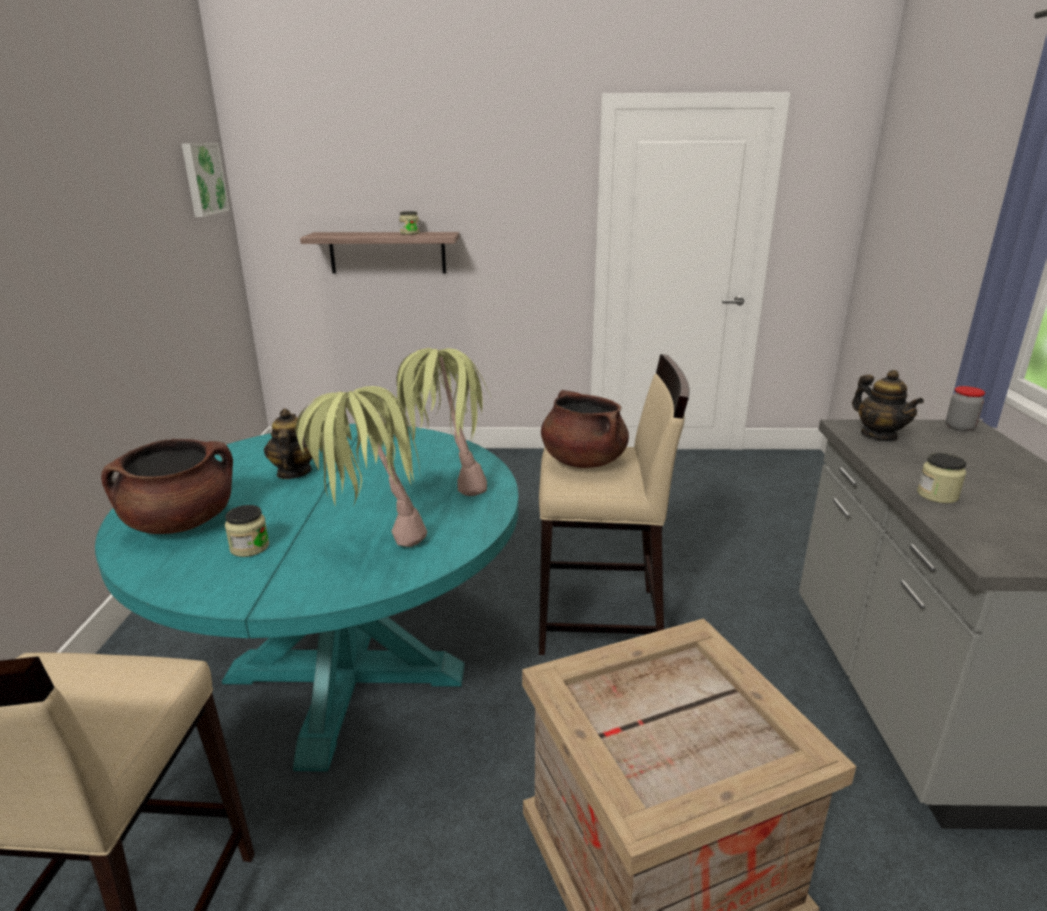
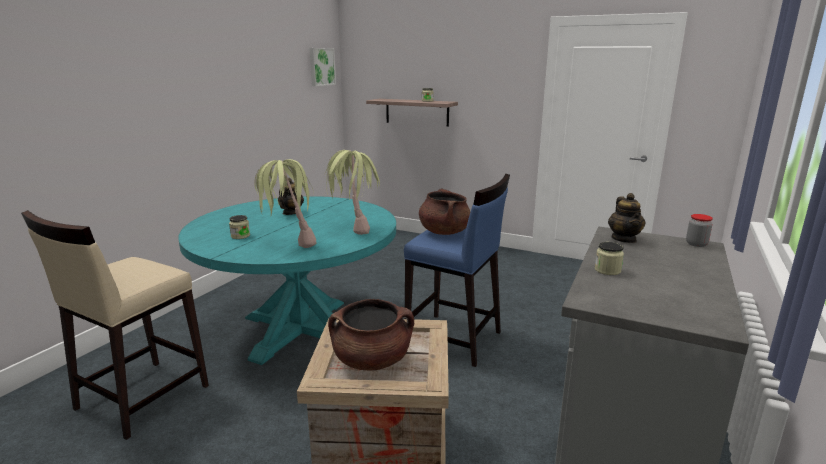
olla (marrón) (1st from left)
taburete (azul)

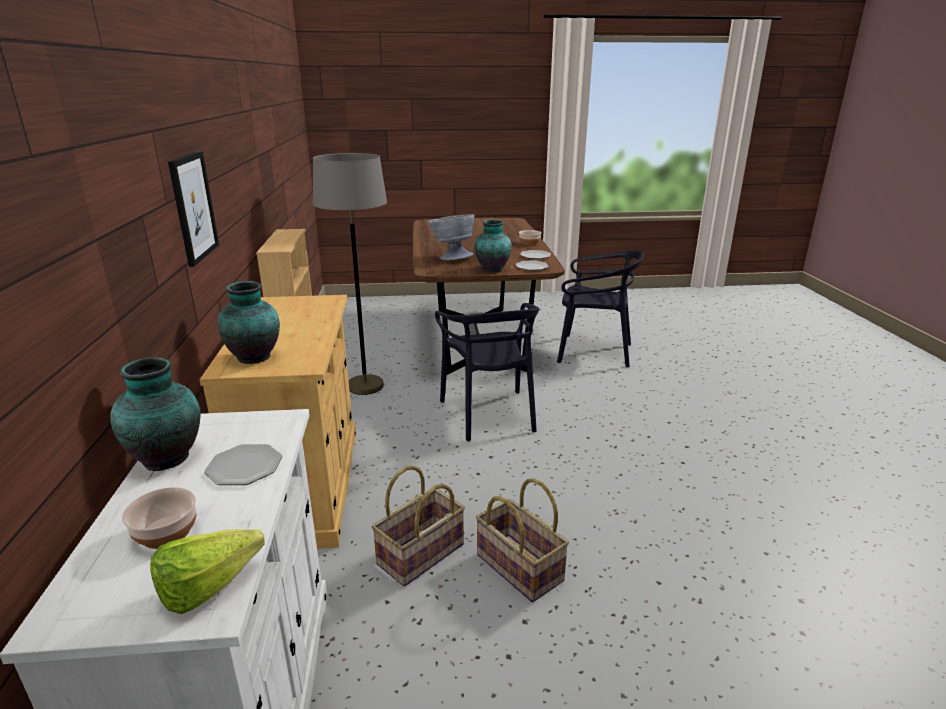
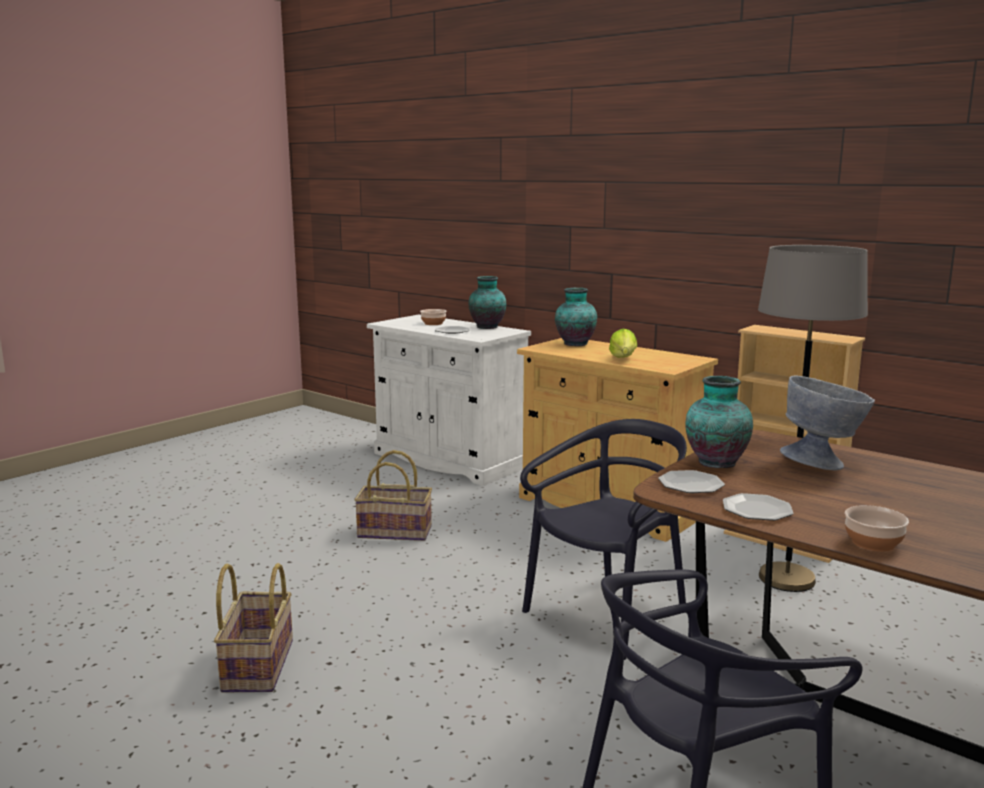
lechuga
cuadro
cesta (1st from left)
silla (negro) (1st from left)

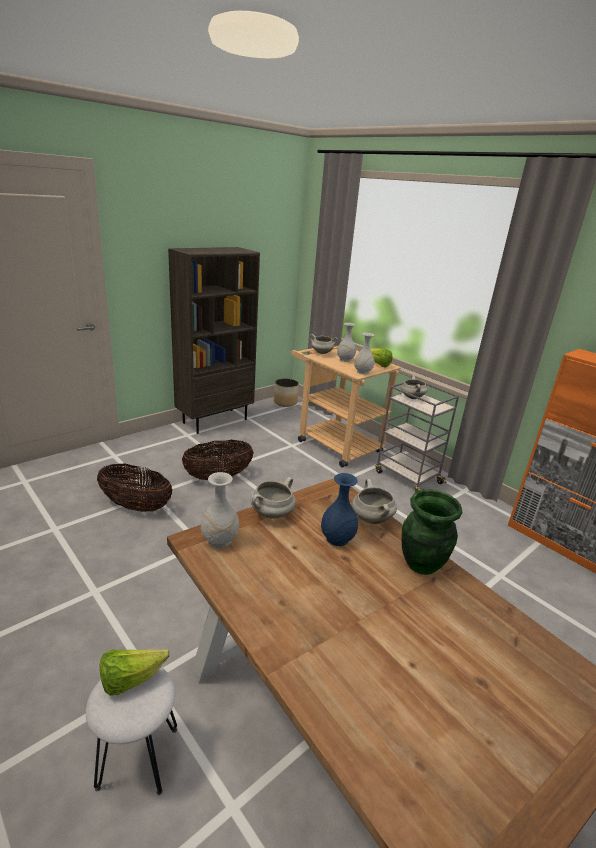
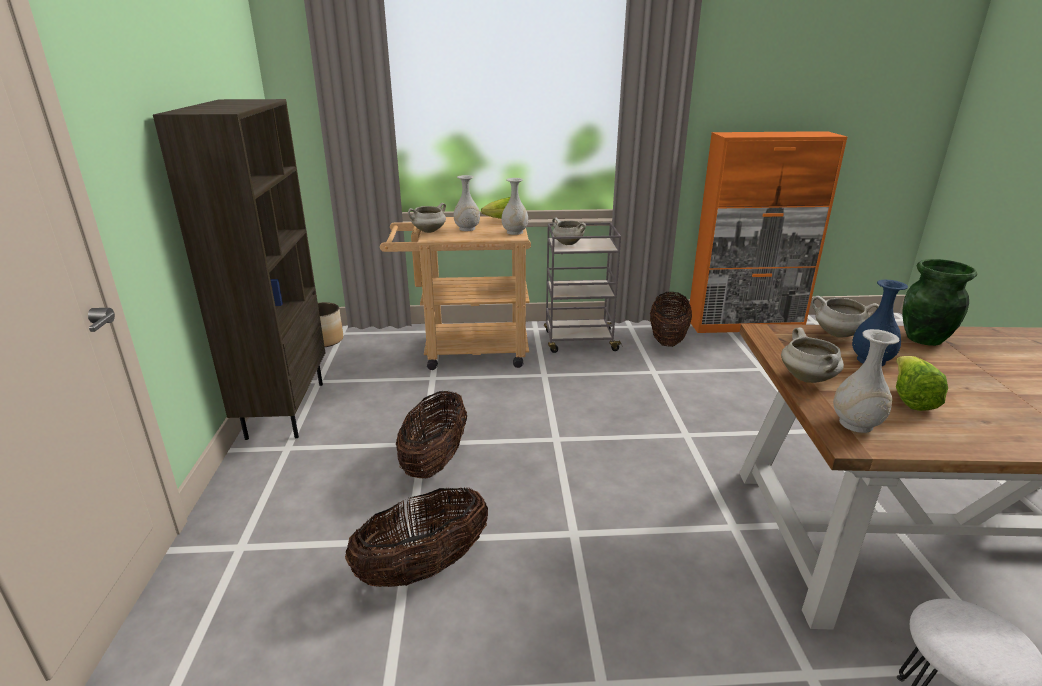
lechuga (2nd from left)
cesta (3rd from left)

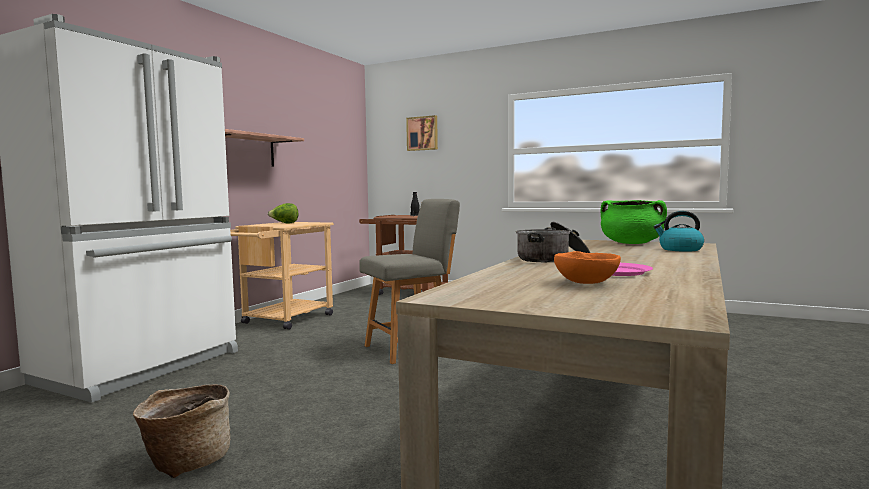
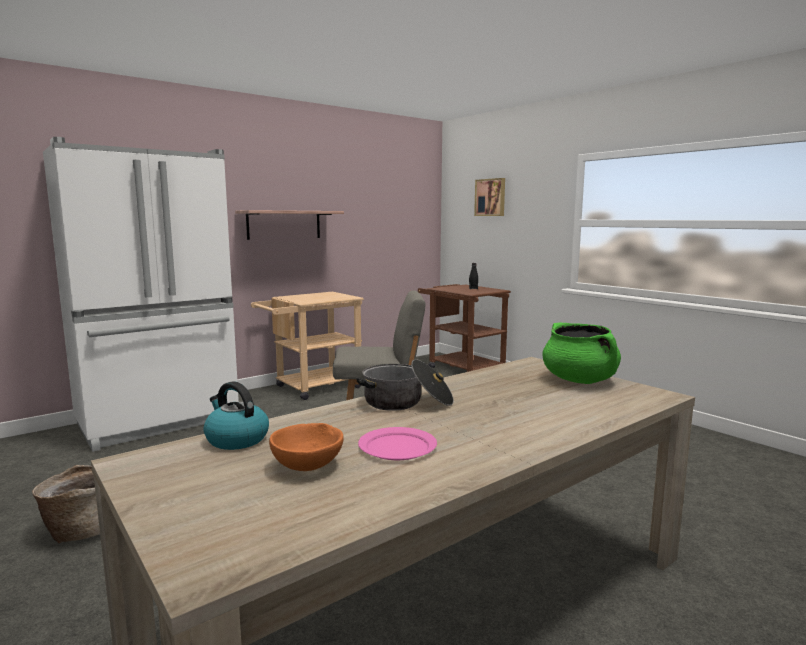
lechuga
hervidor

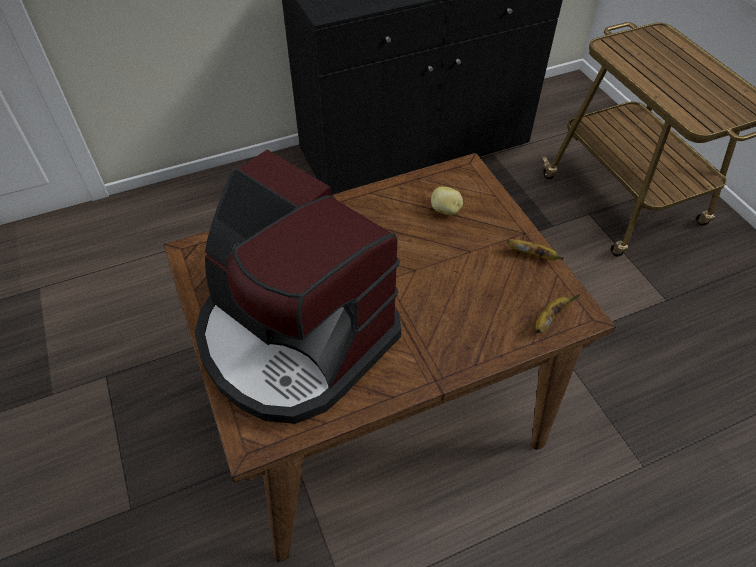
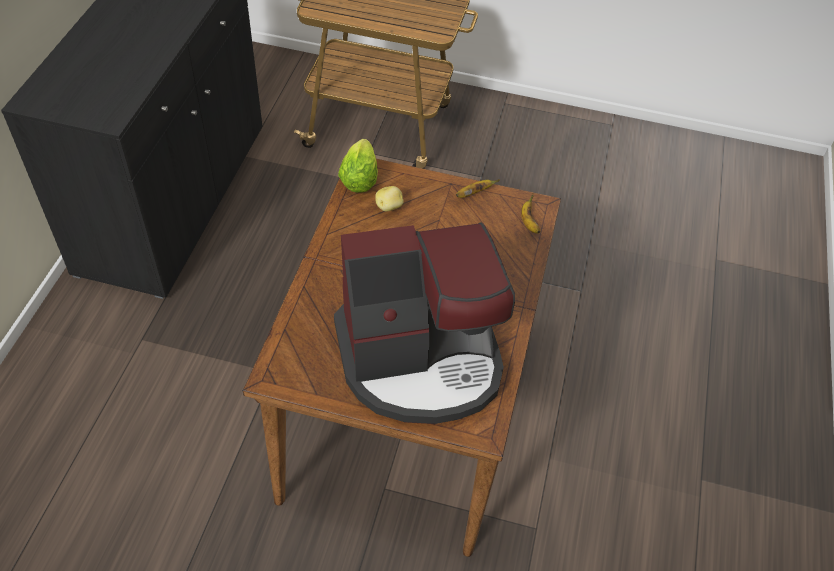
lechuga

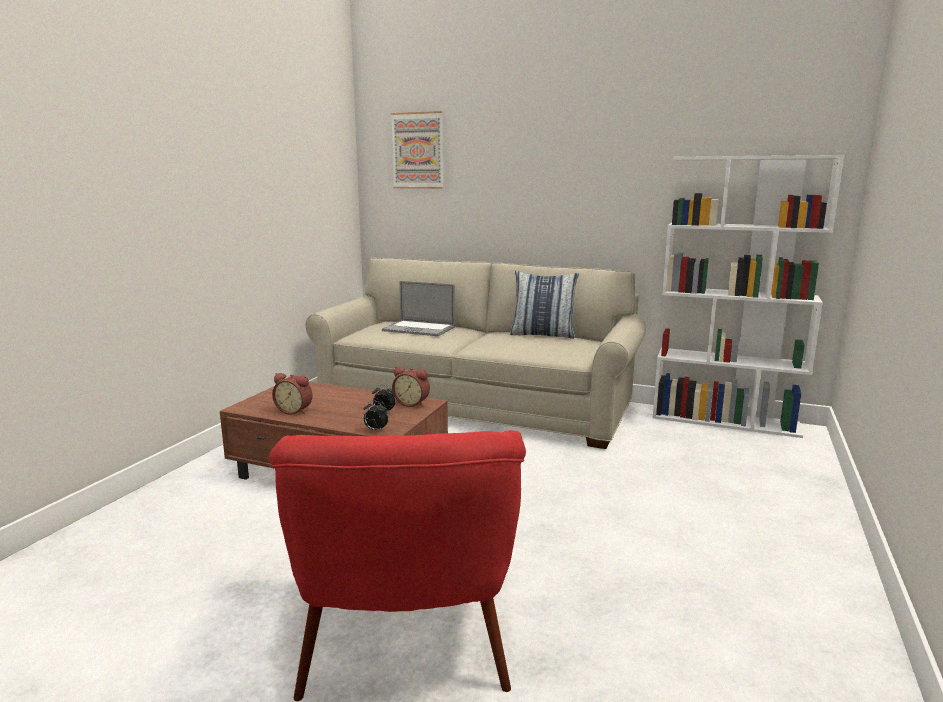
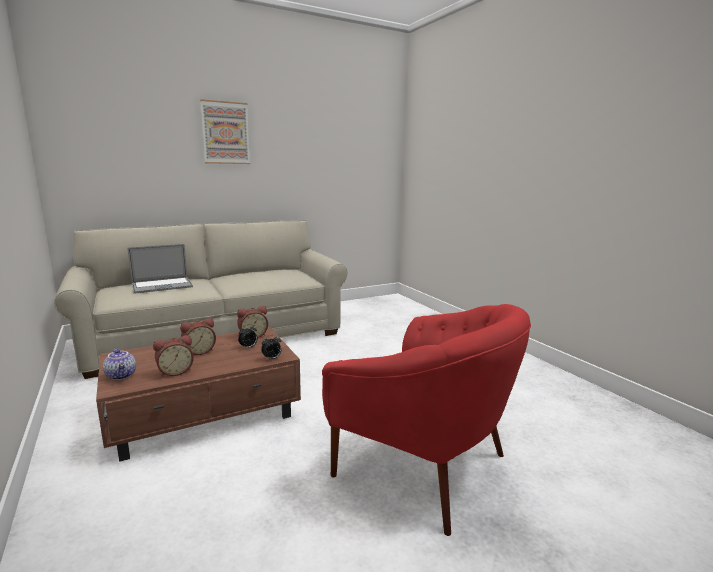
cuadro
cojín
estantería (blanco)
tetera
despertador (2nd from left)

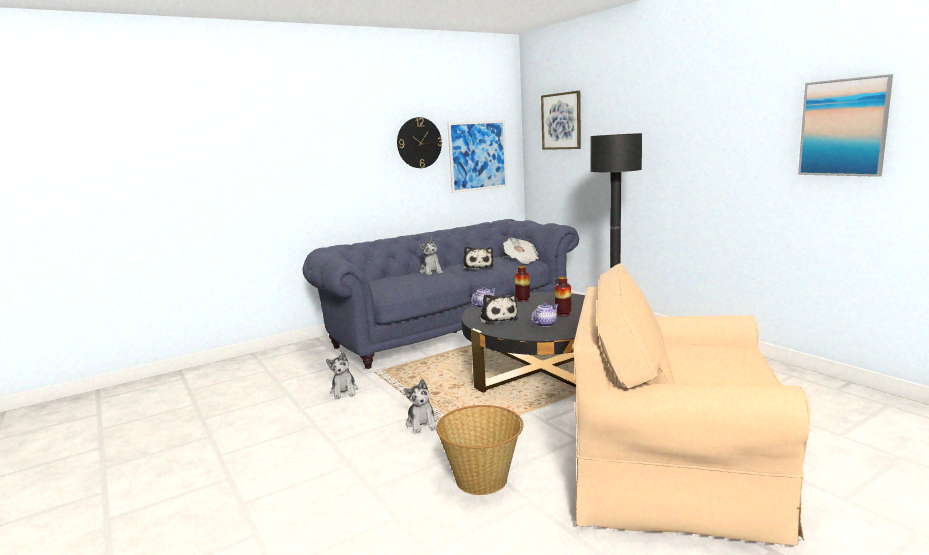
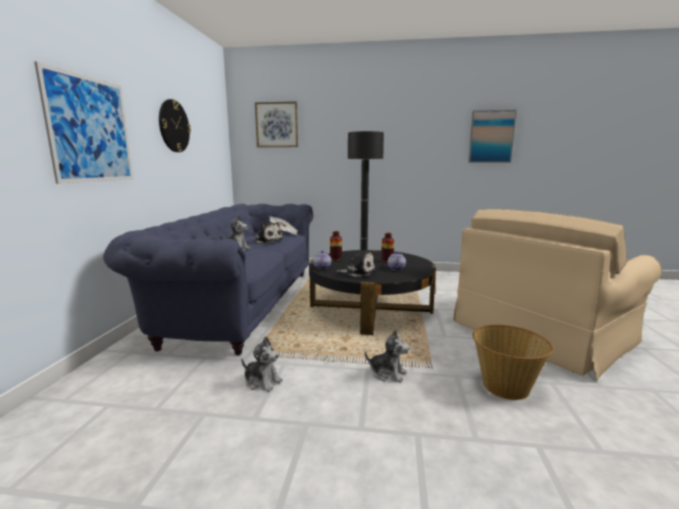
cuadro (1st from left)

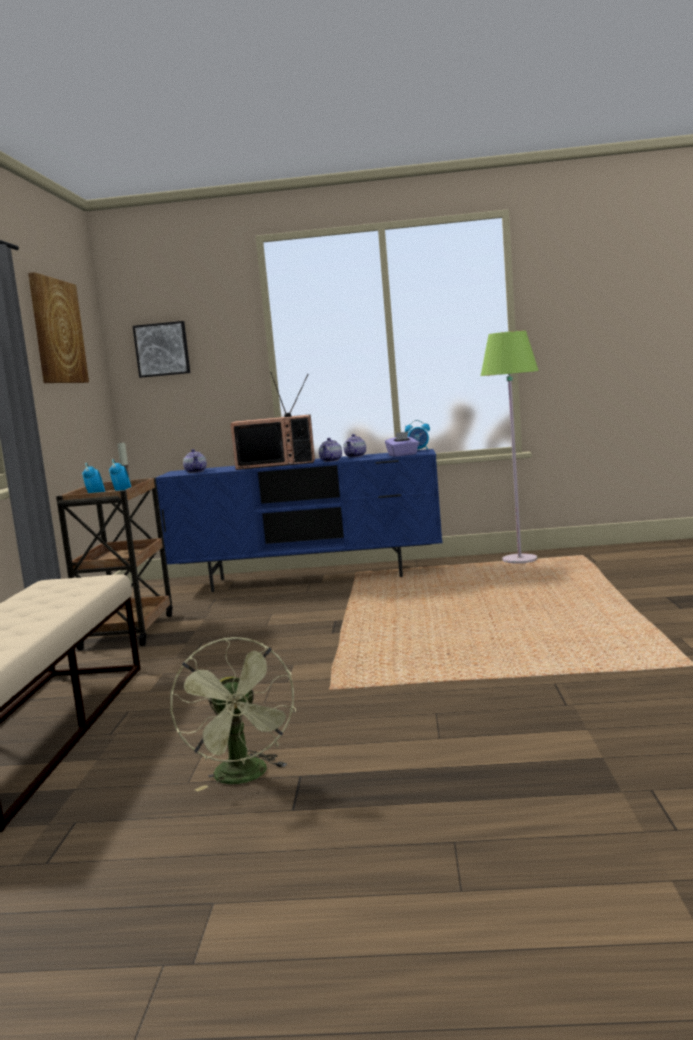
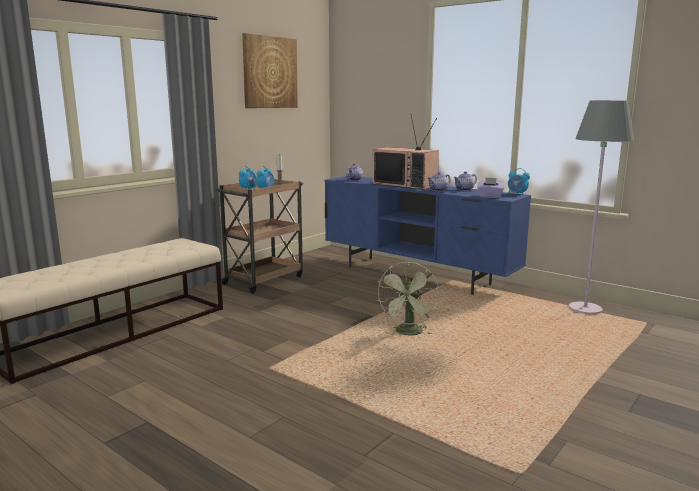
cuadro (2nd from left in the first image)
ventilador (verde)
lámpara de pie (gris)

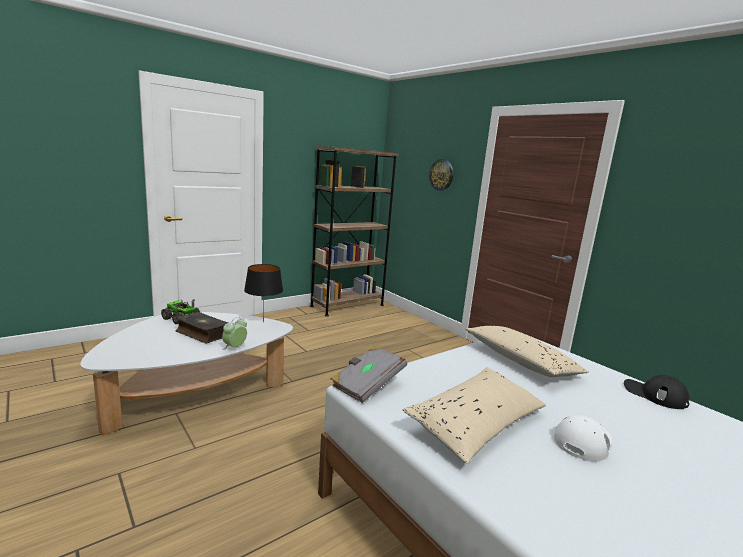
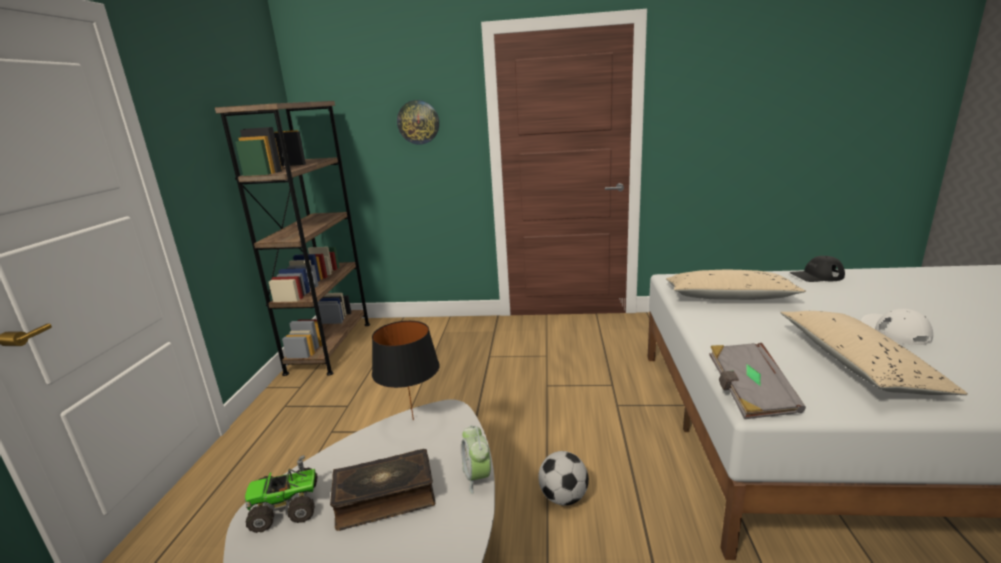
balón de fútbol

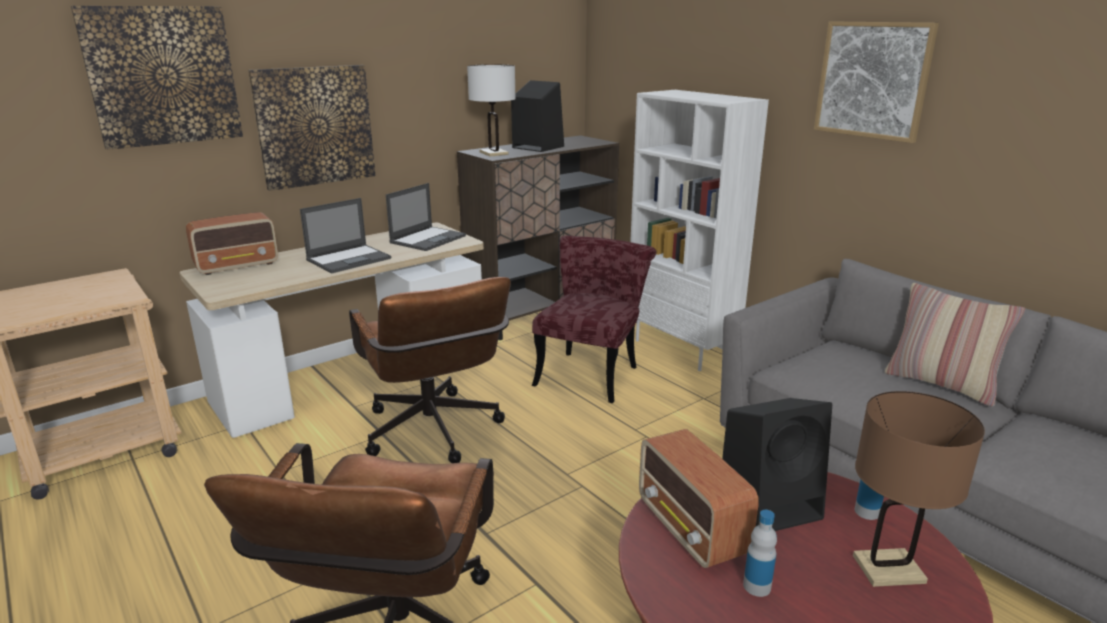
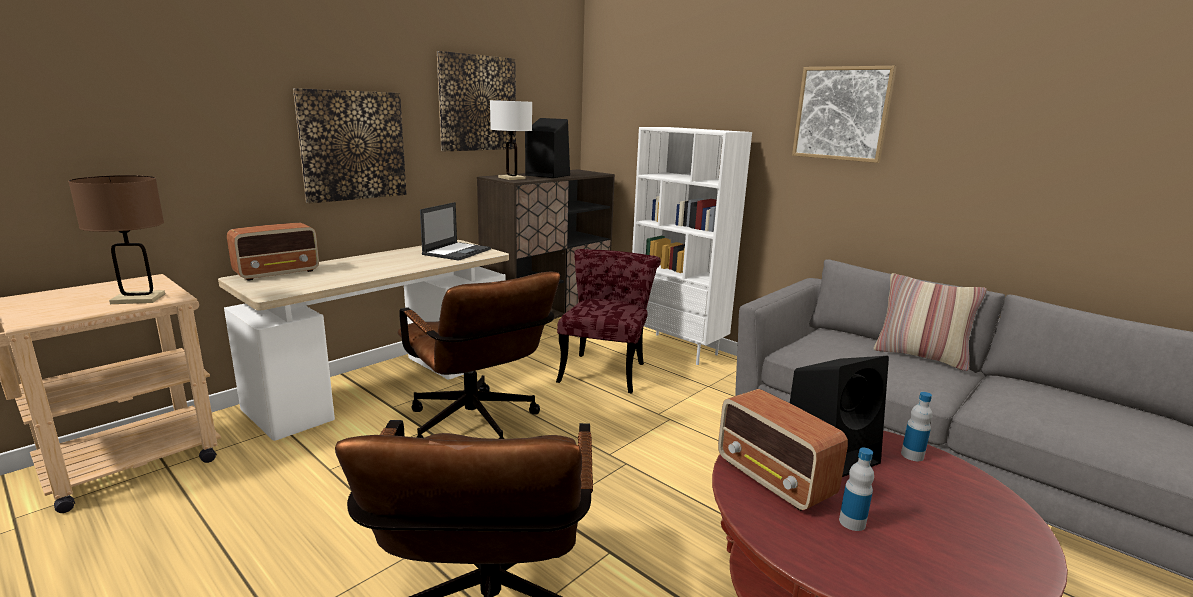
cuadro (2nd from left)
portátil (1st from left in the first image)
lámpara de mesa (marrón)

